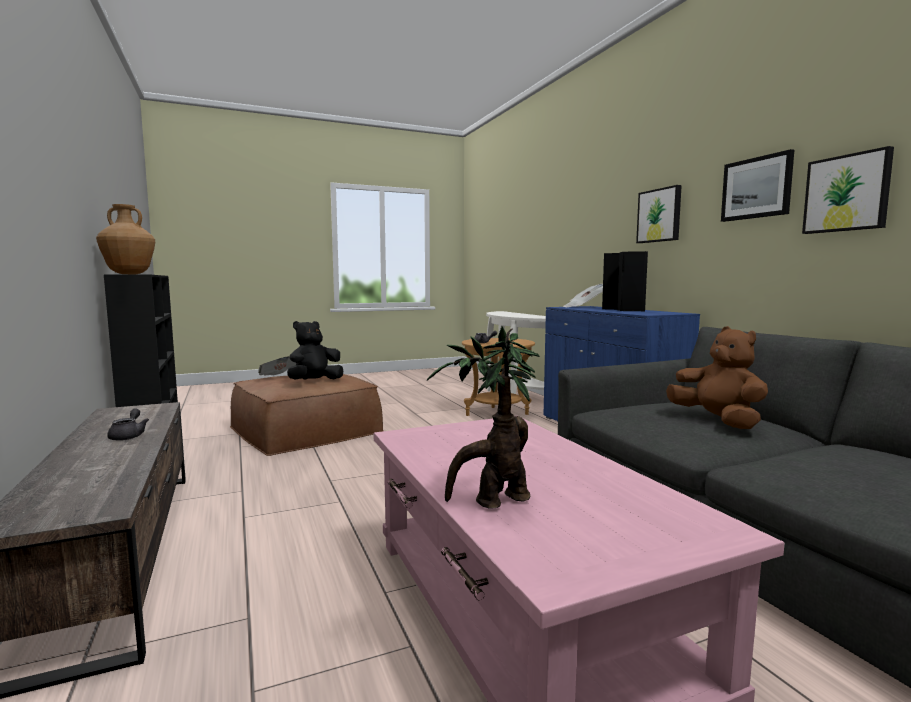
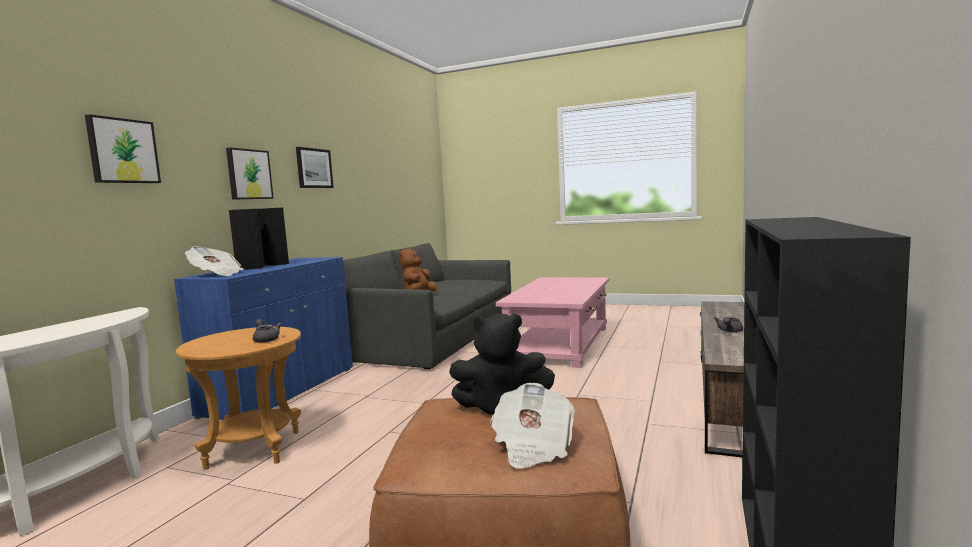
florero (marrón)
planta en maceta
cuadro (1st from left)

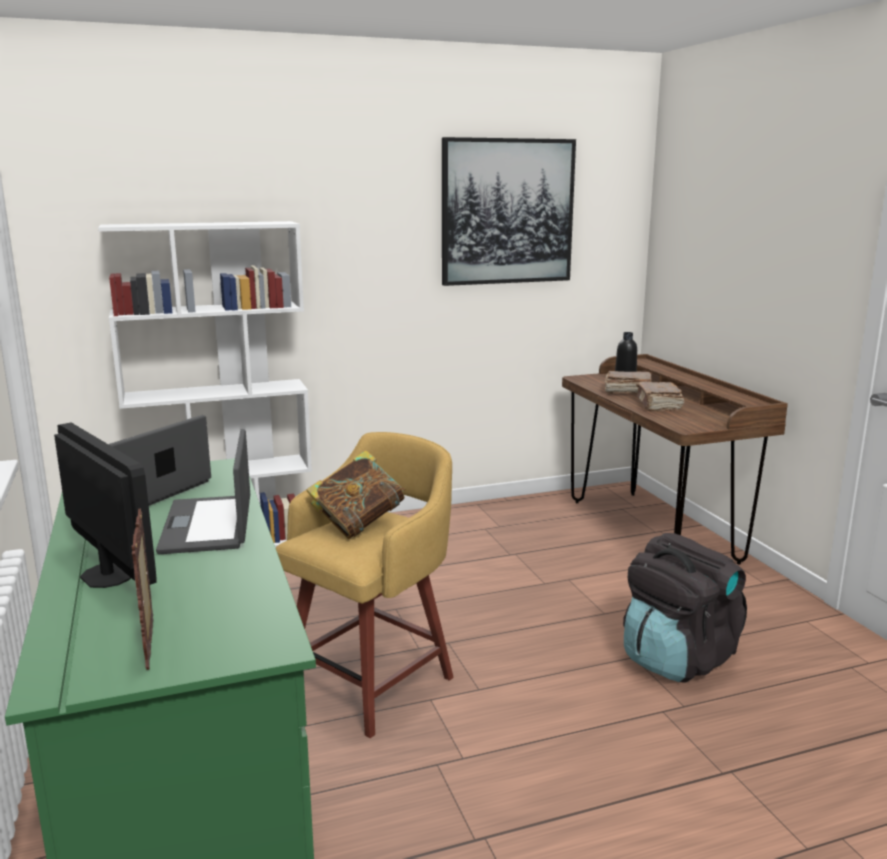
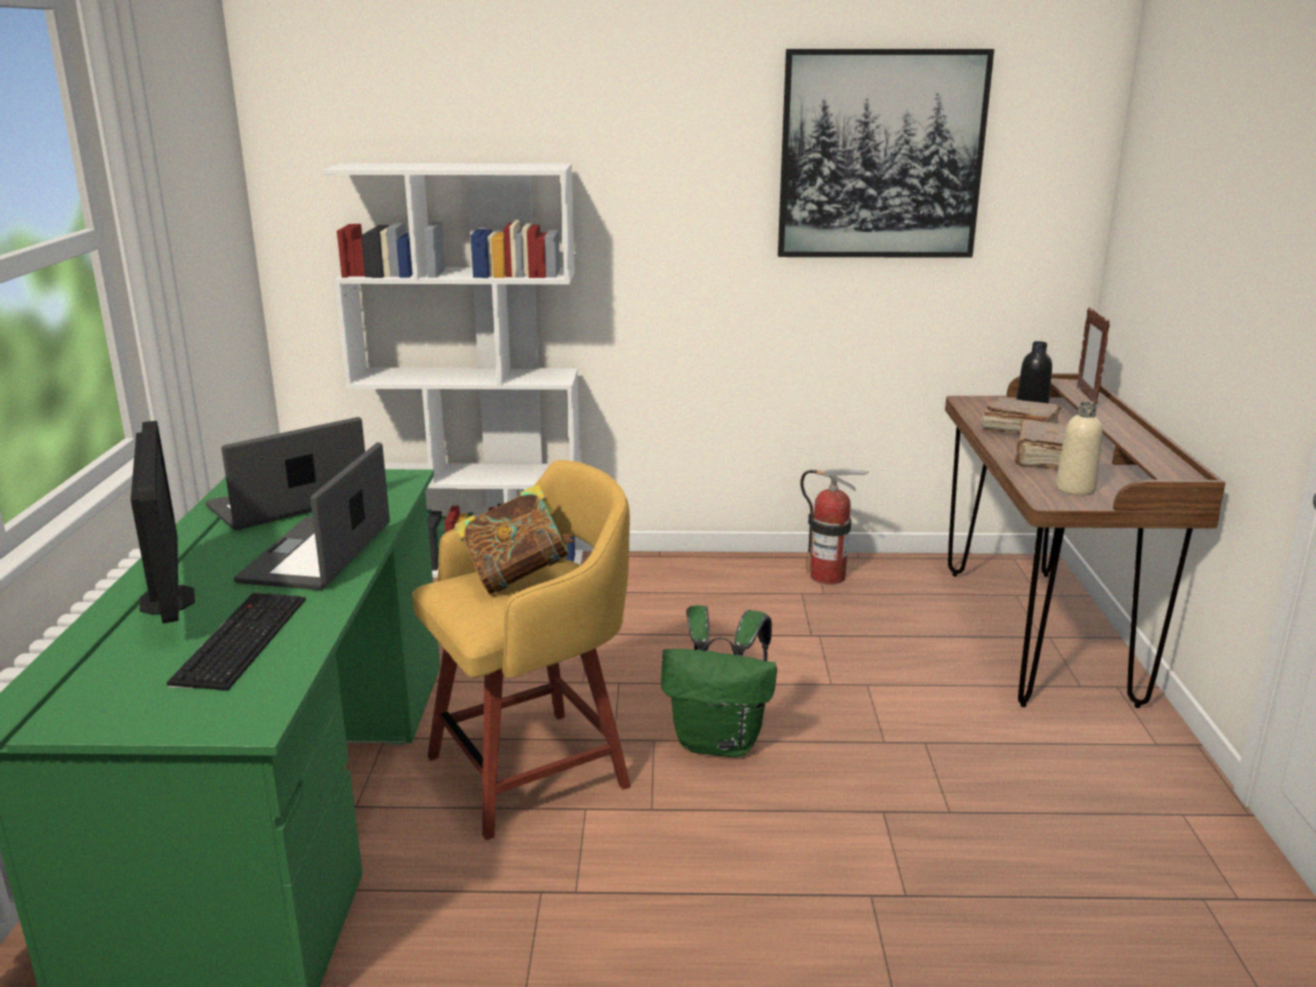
portarretratos
mochila (negro)
teclado
mochila (verde)
extintor
botella (beis)

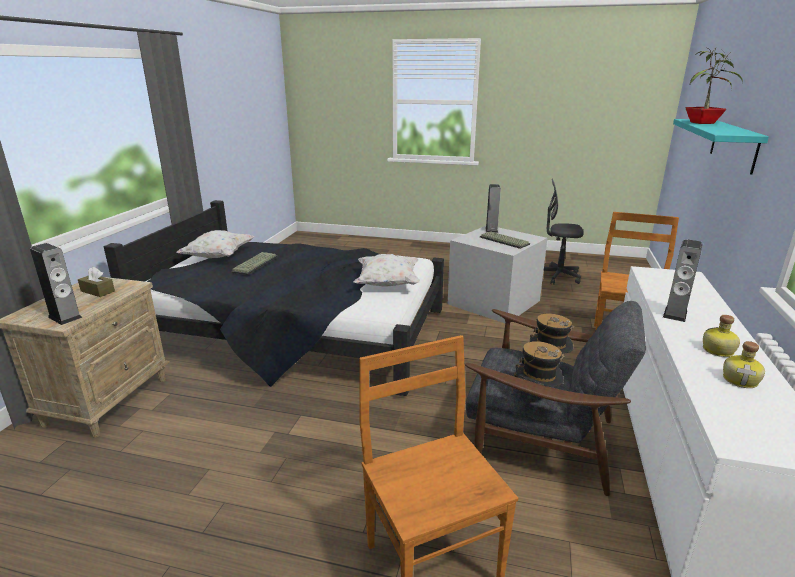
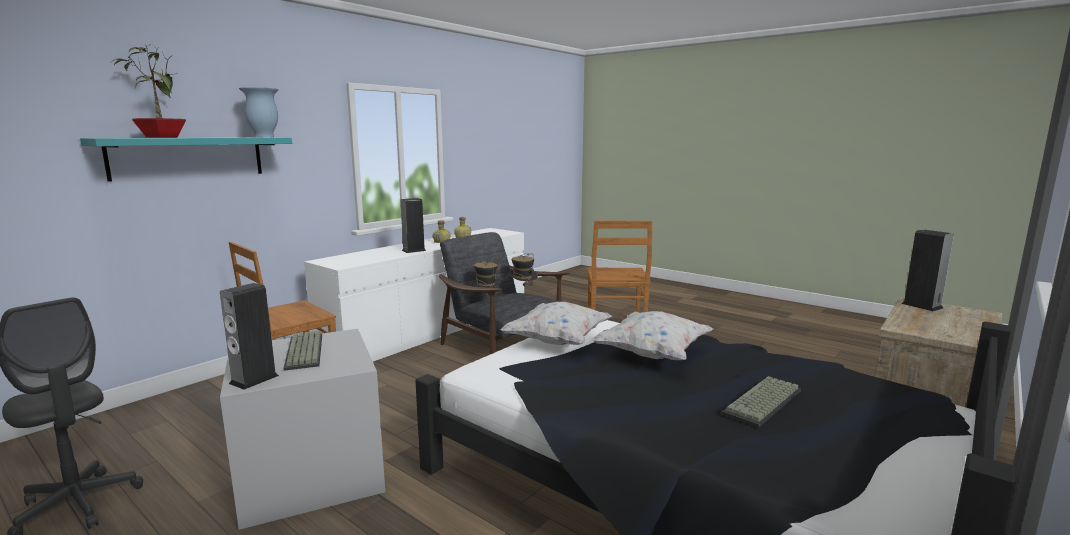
caja de pañuelos (marrón)
cojín (blanco) (2nd from left)
florero

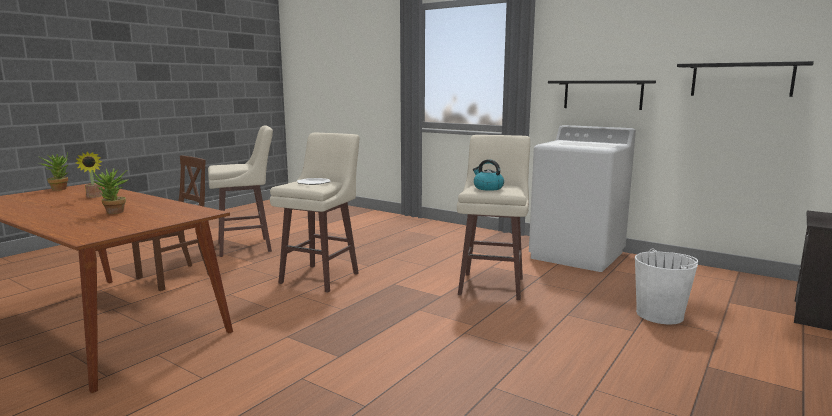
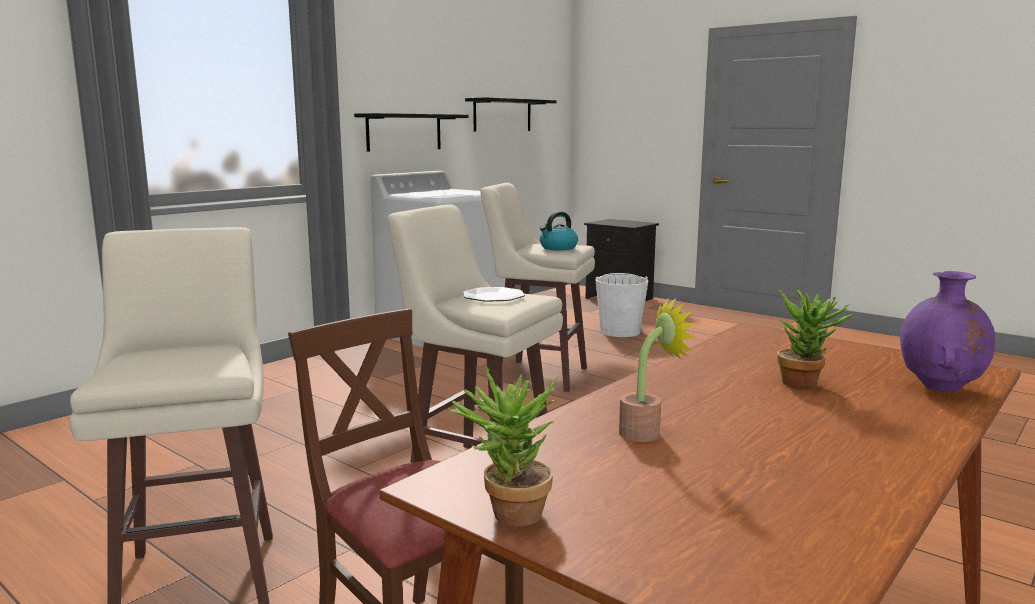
florero (morado)

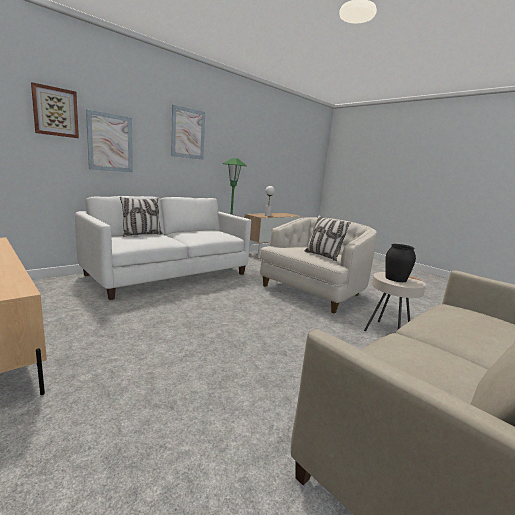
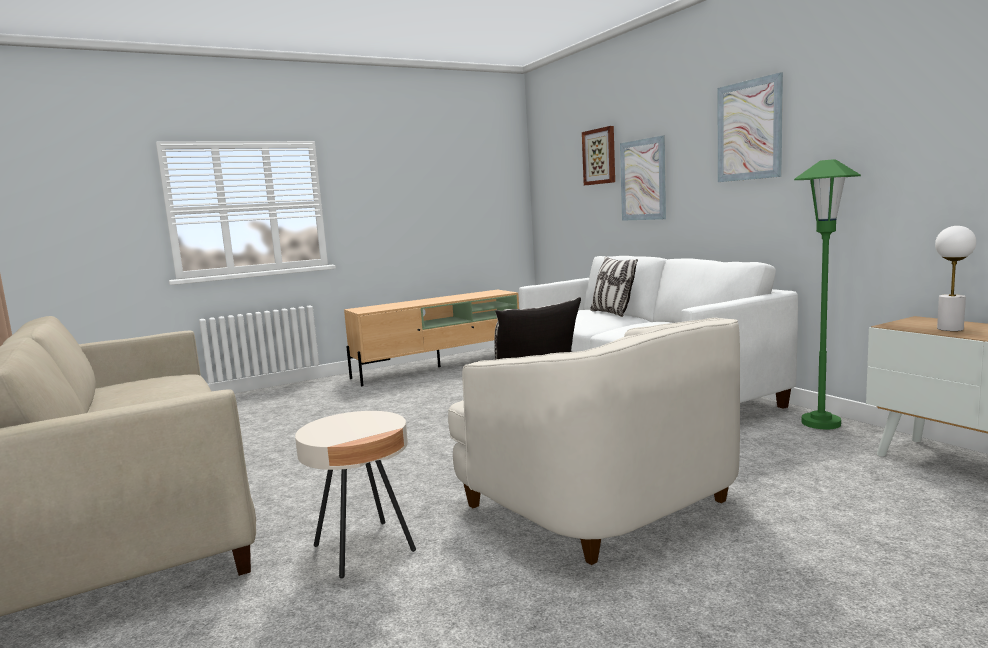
florero (negro)

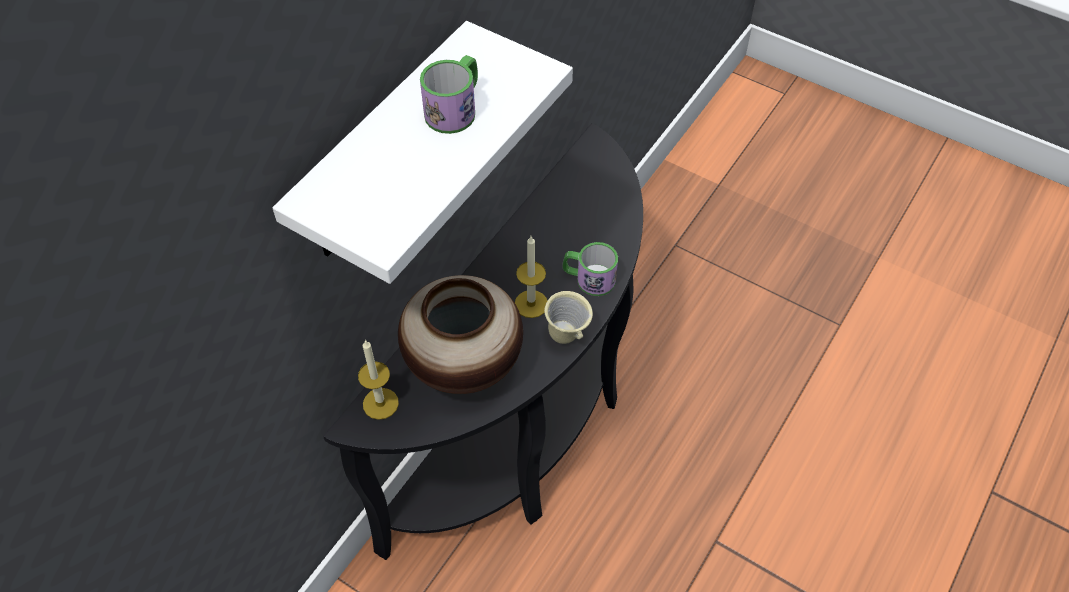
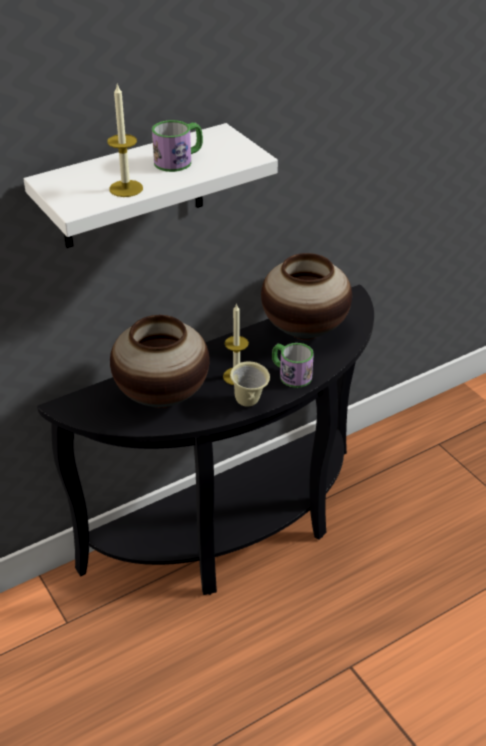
vela (1st from left)
florero (2nd from left)

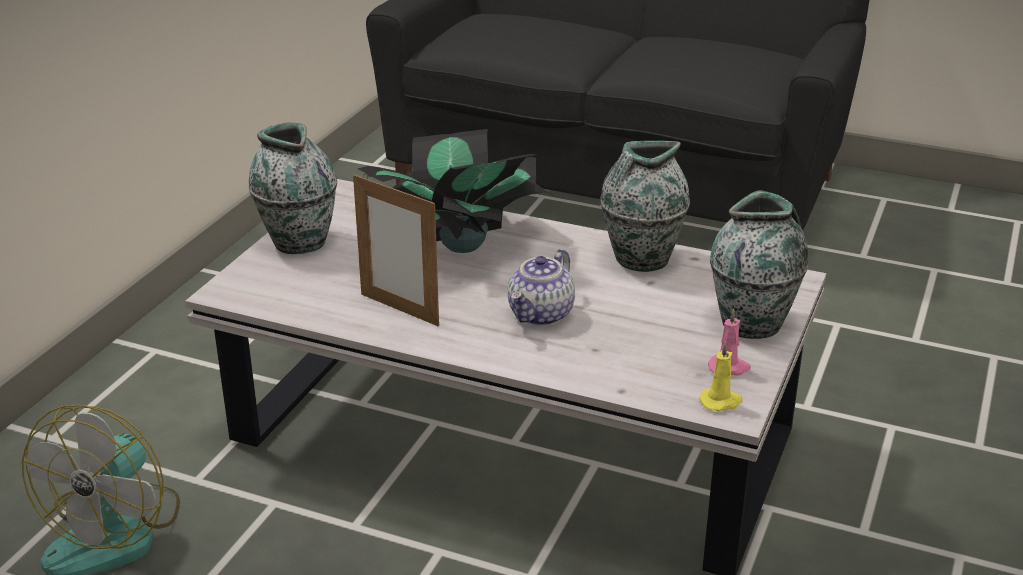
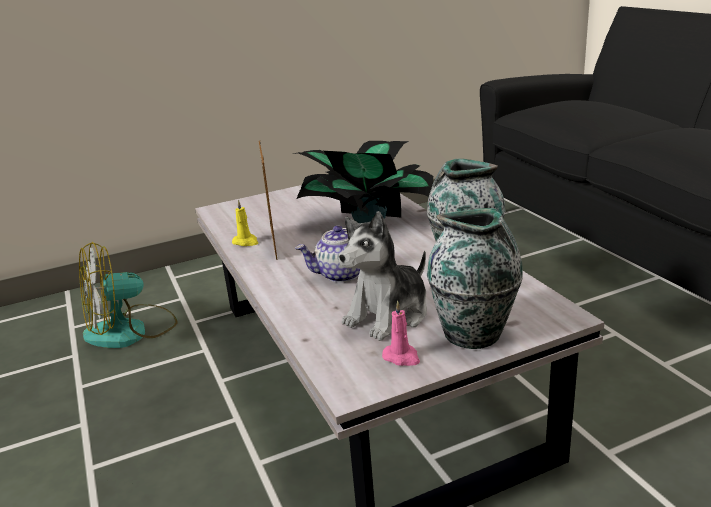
florero (1st from left in the first image)
vela (amarillo)
peluche

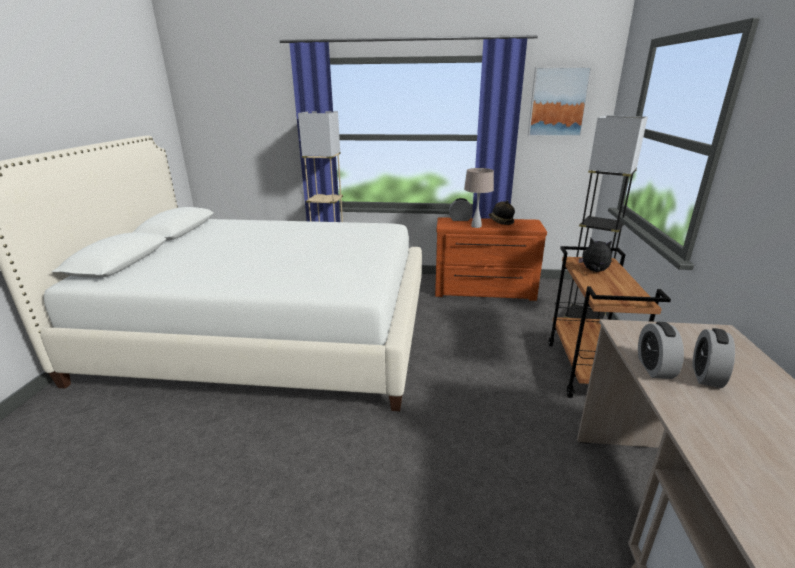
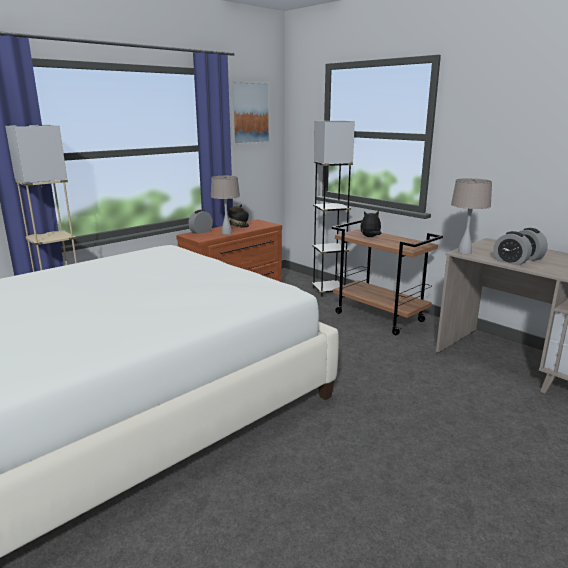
lámpara de mesa (beis) (2nd from left)

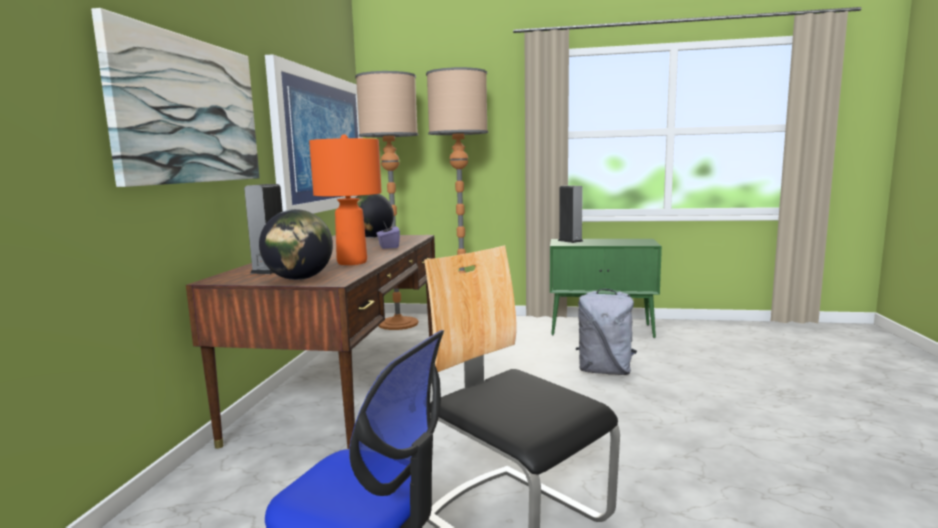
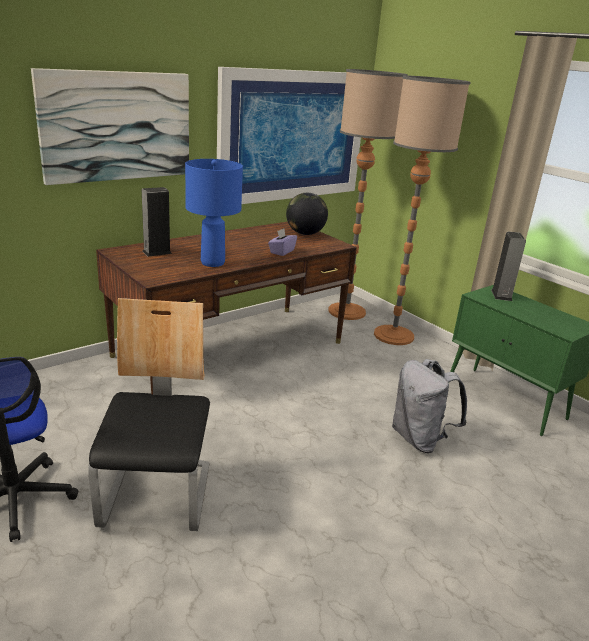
globo terráqueo (1st from left in the first image)
lámpara de mesa (azul)

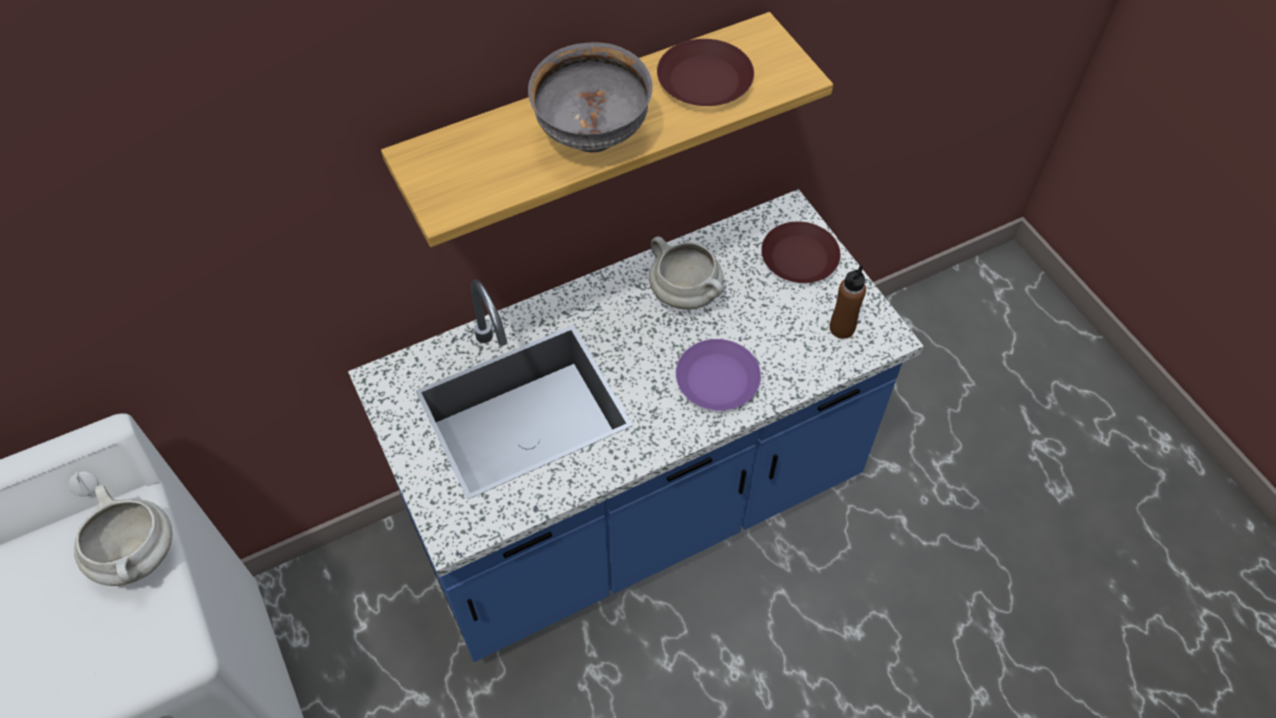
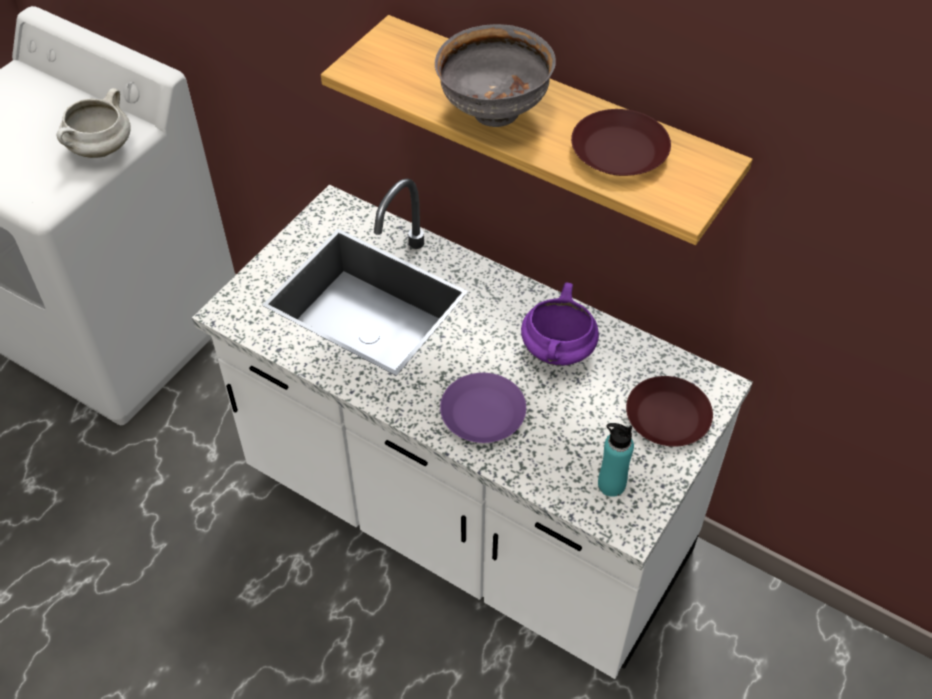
mueble bajo de cocina (blanco)
olla (morado)
botella (turquesa)

